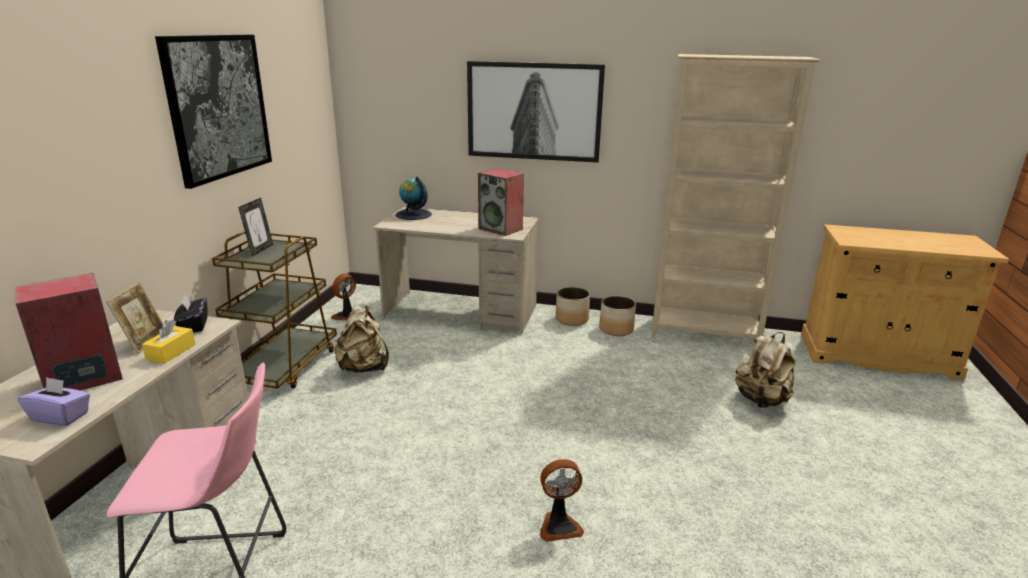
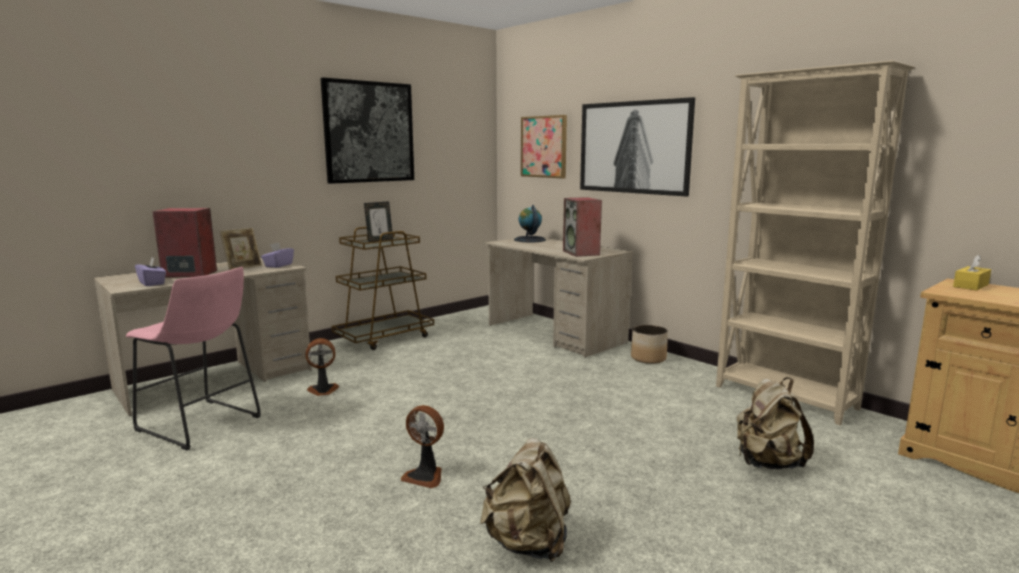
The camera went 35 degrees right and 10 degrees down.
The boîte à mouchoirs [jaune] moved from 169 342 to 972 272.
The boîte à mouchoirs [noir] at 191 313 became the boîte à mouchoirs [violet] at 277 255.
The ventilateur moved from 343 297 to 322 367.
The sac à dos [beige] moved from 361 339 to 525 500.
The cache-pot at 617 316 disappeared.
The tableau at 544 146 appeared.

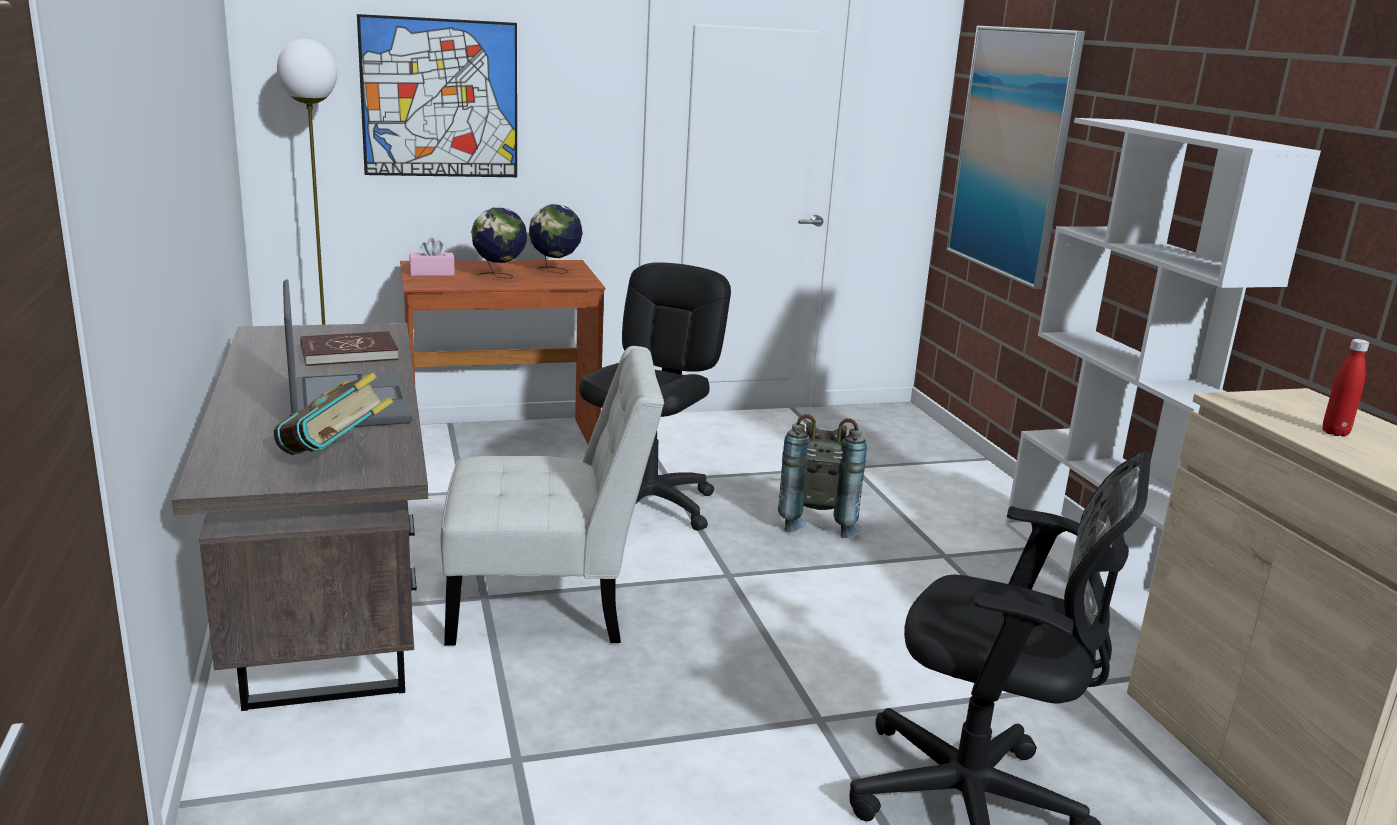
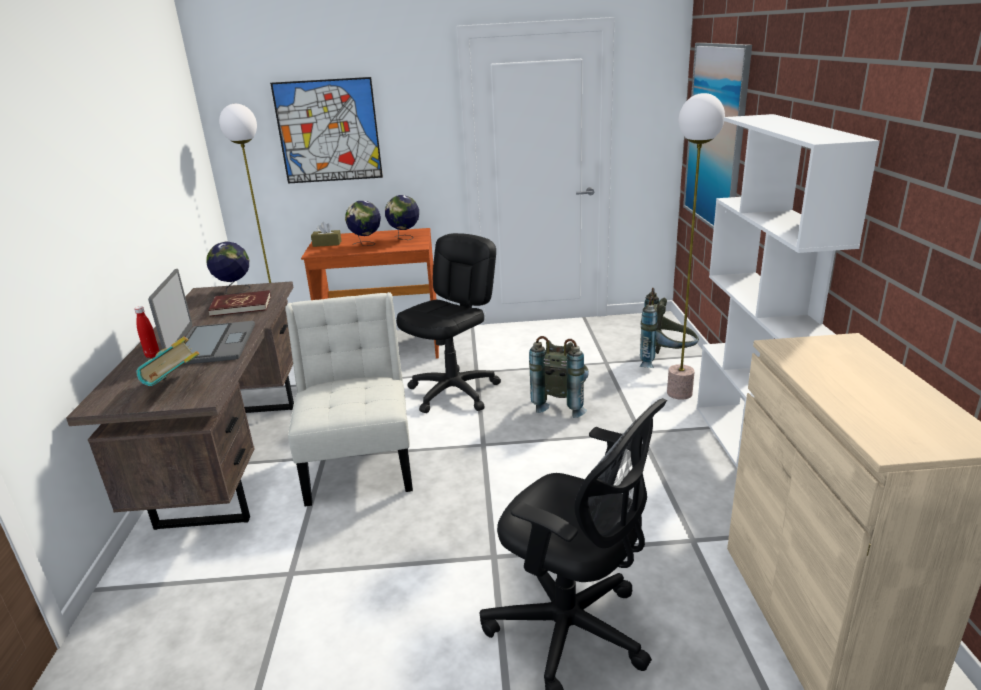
The camera went 15 degrees right and 5 degrees up.
The boîte à mouchoirs [rose] at 432 256 became the boîte à mouchoirs [marron] at 326 234.
The chaise [blanc] at 552 496 turned 105 degrees counterclockwise.
The bouteille [rouge] moved from 1346 388 to 146 332.
The globe at 228 268 appeared.
The sac à dos [gris] at 669 328 appeared.
The lampadaire at 696 246 appeared.

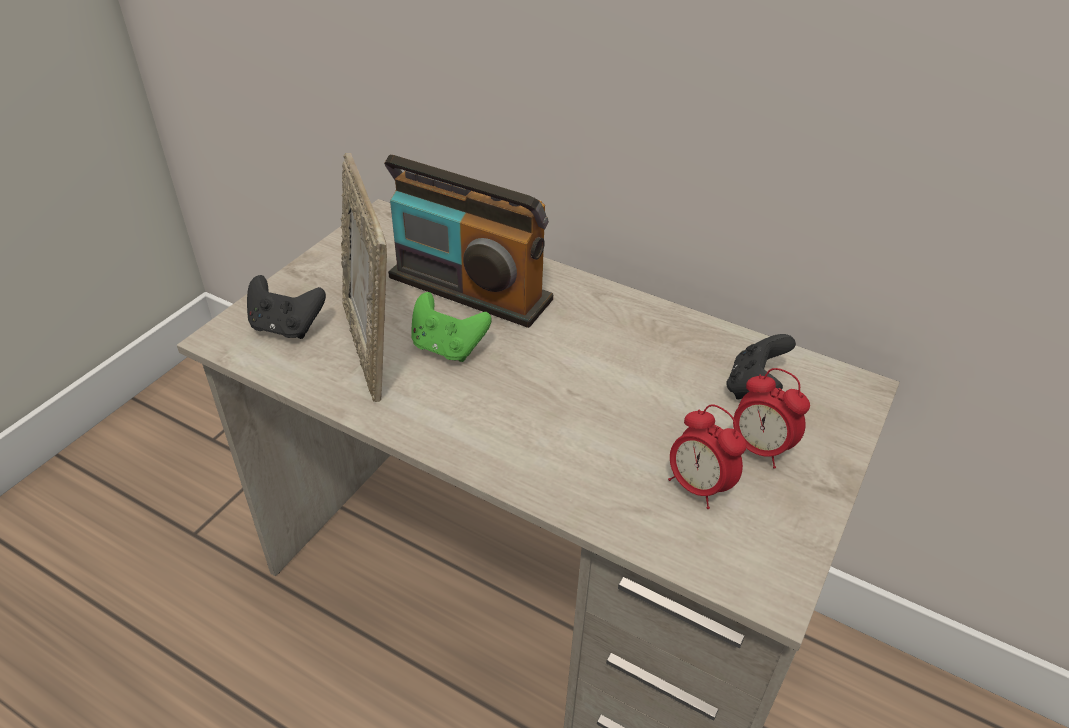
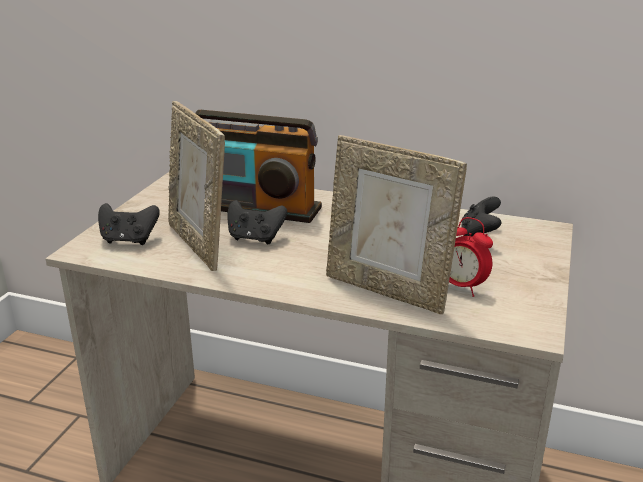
The camera went 10 degrees left and 15 degrees down.
The manette [vert] at 451 327 became the manette [noir] at 257 222.
The réveil at 771 418 disappeared.
The cadre photo at 396 224 appeared.

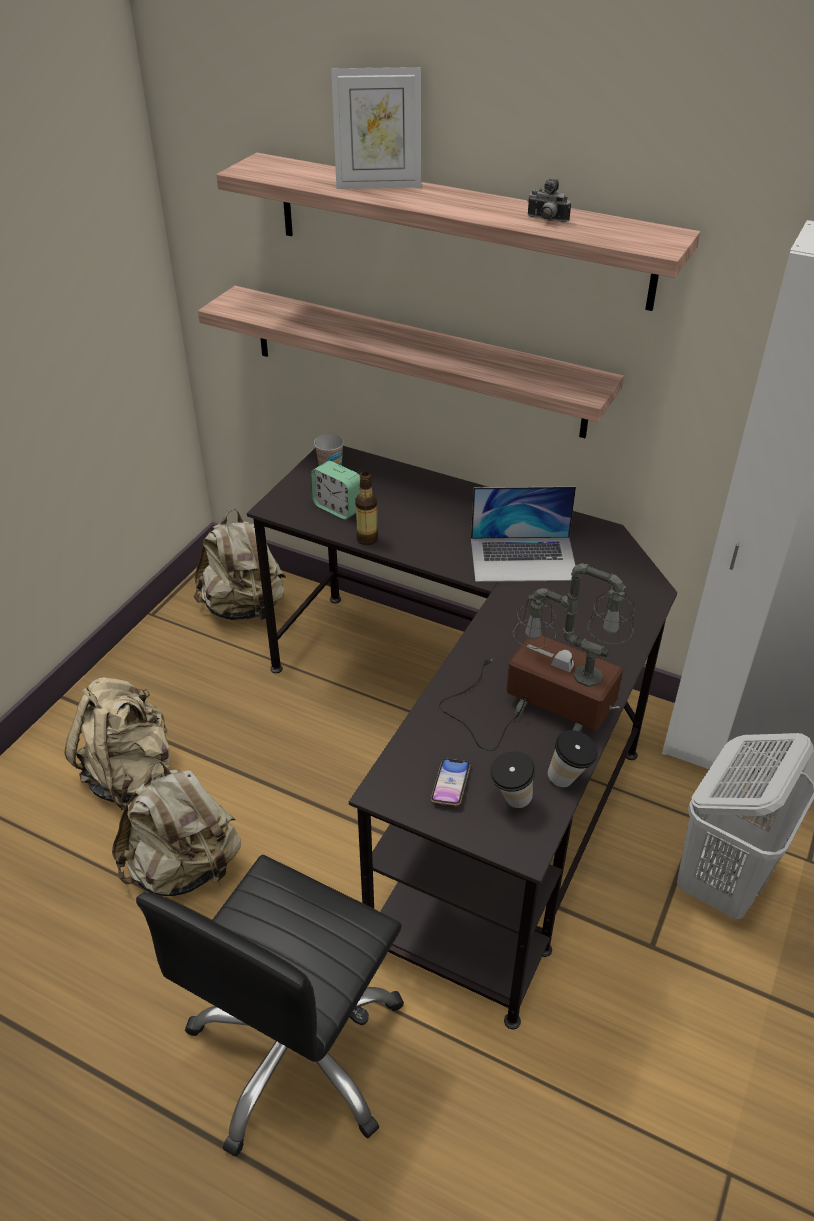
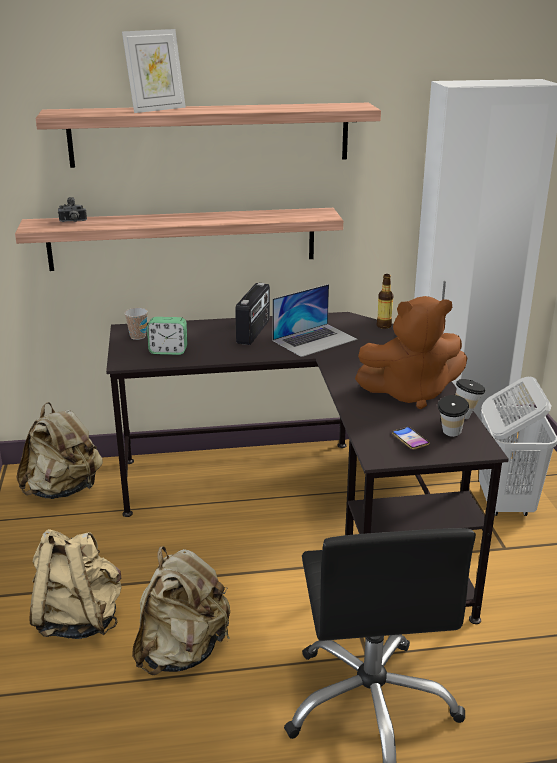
The camera went 35 degrees left and 15 degrees down.
The bouteille moved from 366 508 to 385 301.
The lampe de table at 537 657 was replaced by the peluche [marron] at 411 352.
The appareil photo moved from 549 200 to 72 209.
The radio at 252 314 appeared.

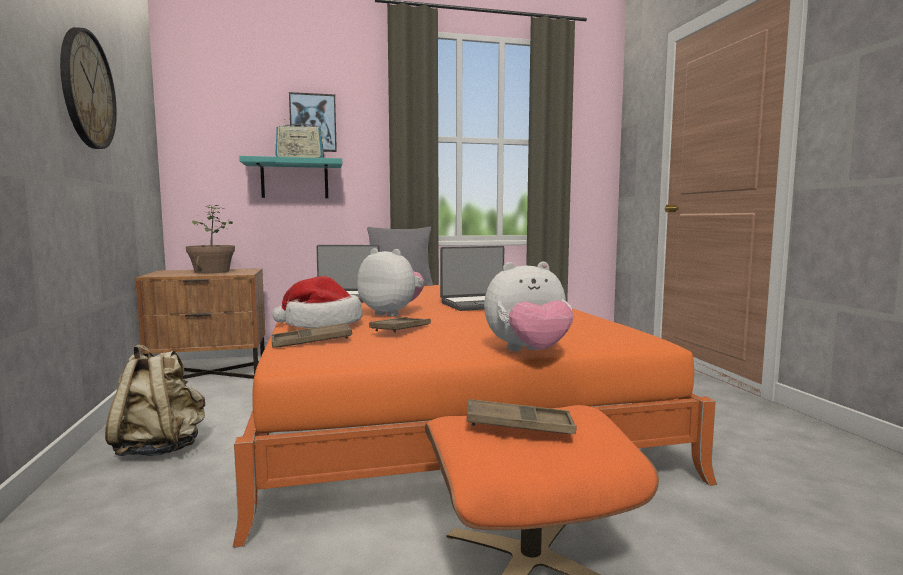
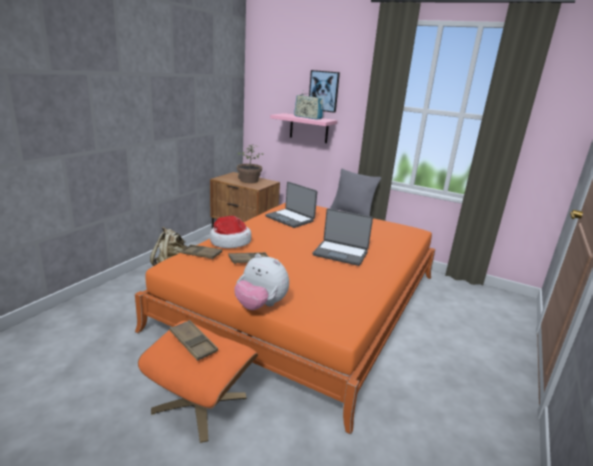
The camera went 40 degrees right and 15 degrees up.
The horloge murale at 88 88 disappeared.
The étagère [turquoise] at 290 177 became the étagère [rose] at 303 128.
The peluche at 391 282 disappeared.

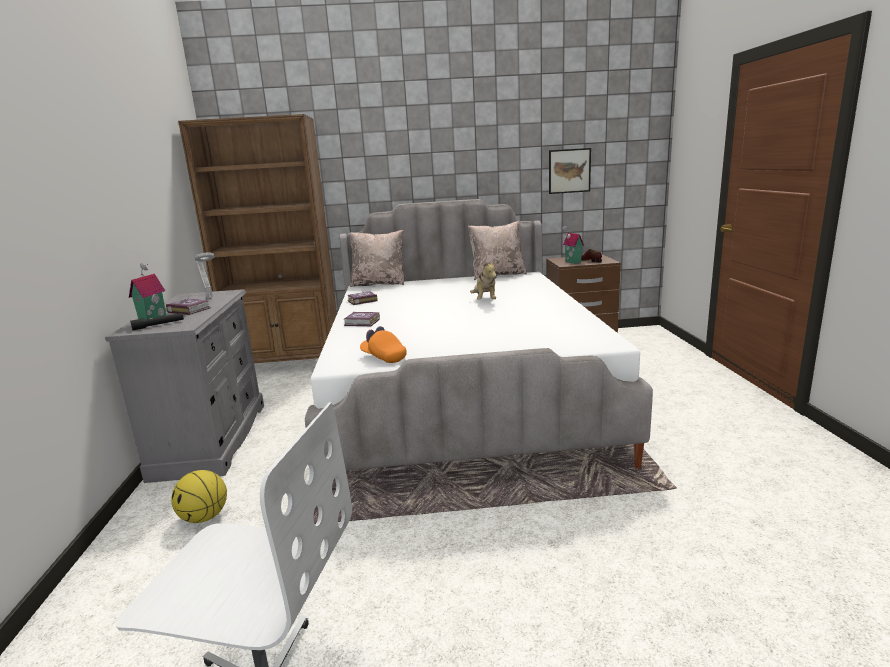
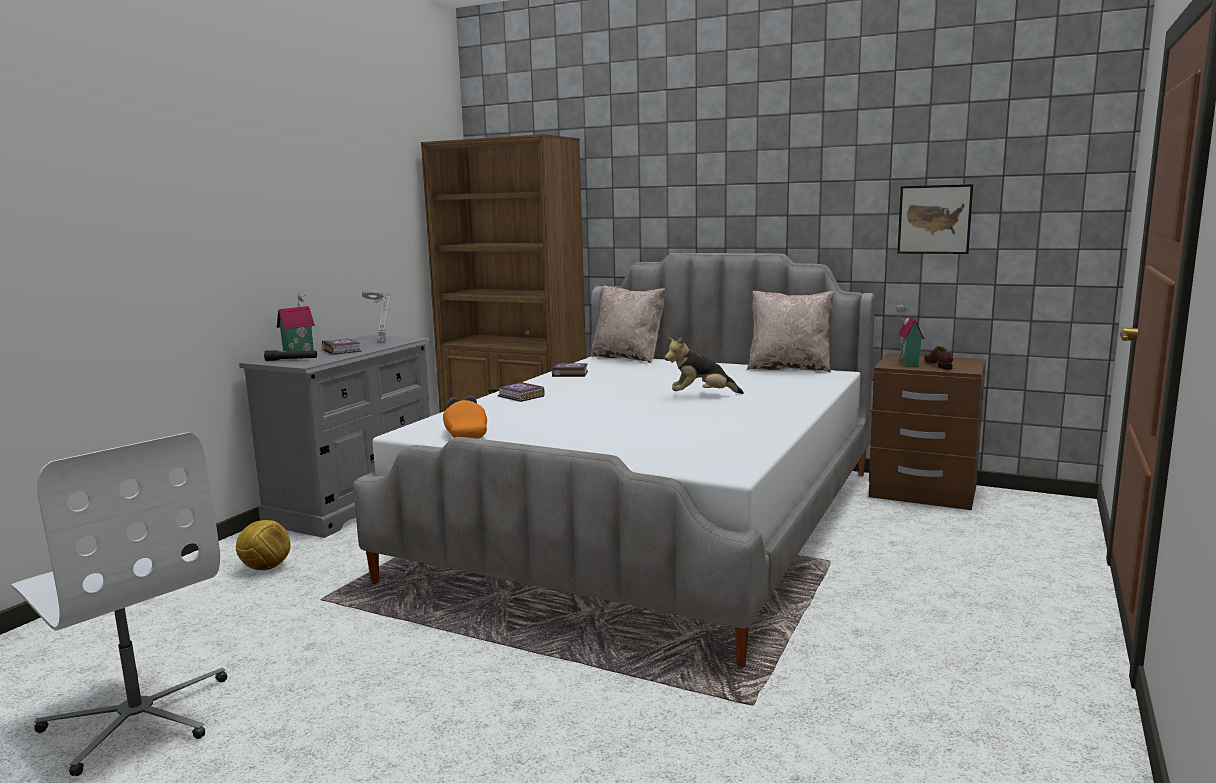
The camera went 30 degrees right and 5 degrees down.
The ballon de basket at 199 496 was replaced by the ballon de foot at 263 545.
The peluche at 483 280 turned 60 degrees clockwise.

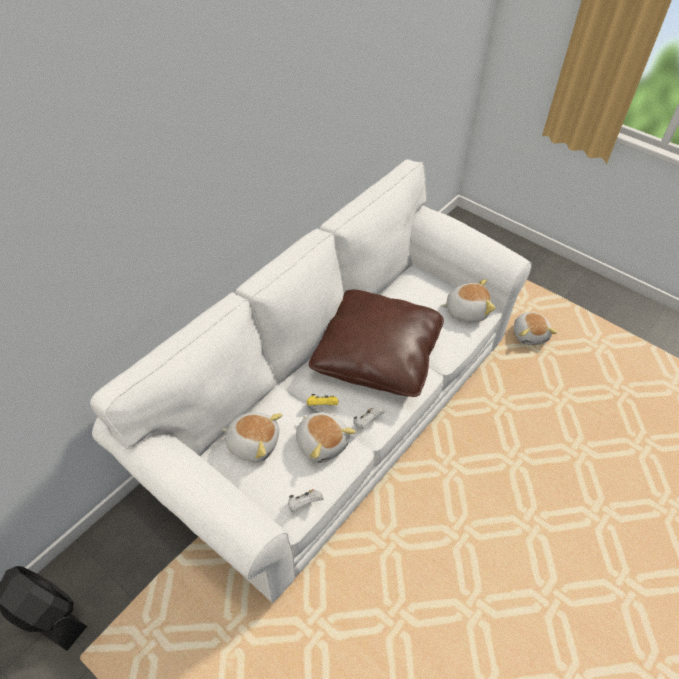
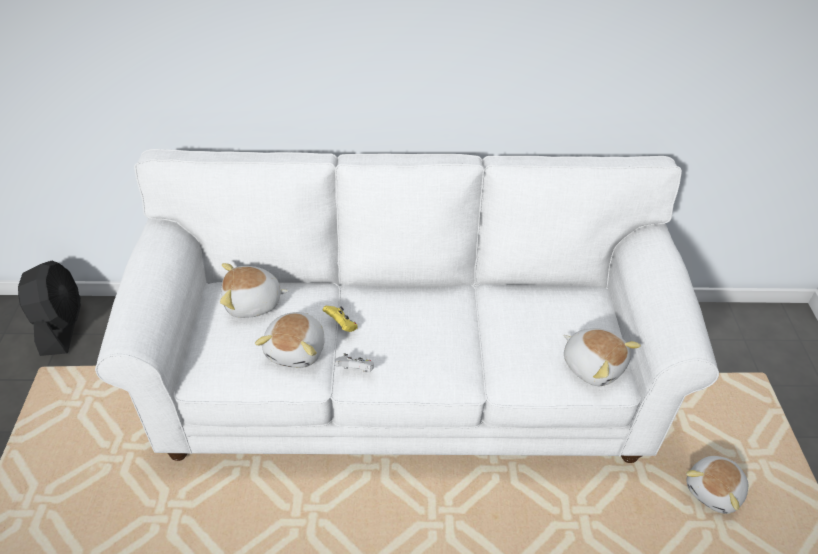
The camera went 50 degrees right and 5 degrees down.
The peluche at 252 437 turned 105 degrees clockwise.
The manette [blanc] at 305 500 disappeared.
The coussin [marron] at 376 343 disappeared.

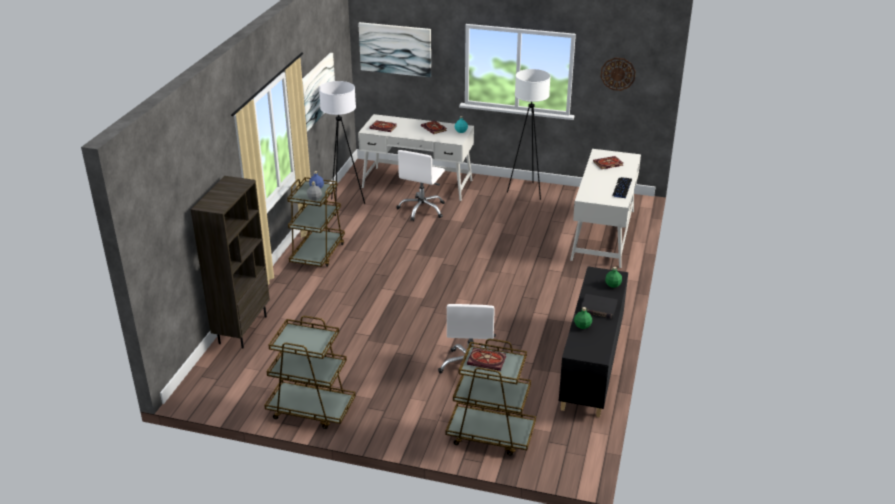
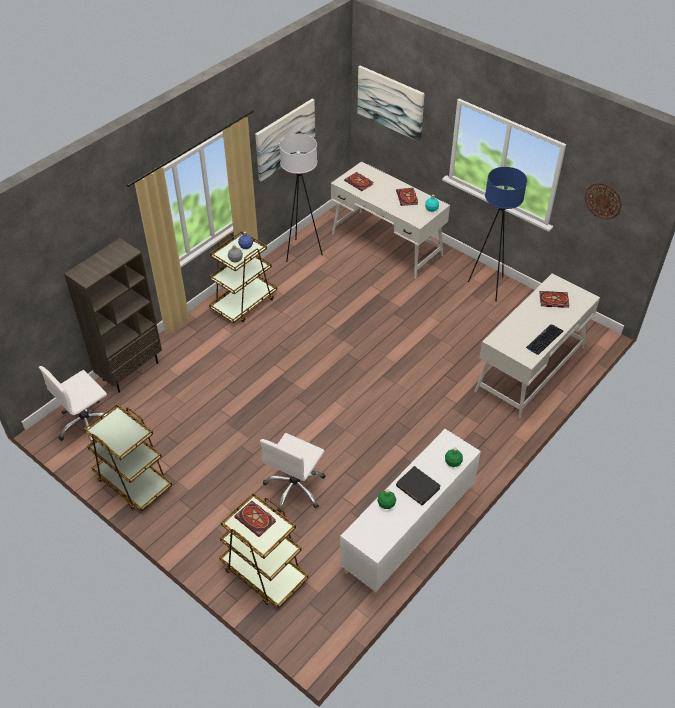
The camera went 25 degrees right and 15 degrees up.
The chaise de bureau [blanc] moved from 420 185 to 73 405.
The lampadaire [blanc] at 529 134 became the lampadaire [bleu] at 497 234.
The meuble de rangement [noir] at 593 341 became the meuble de rangement [blanc] at 410 512.

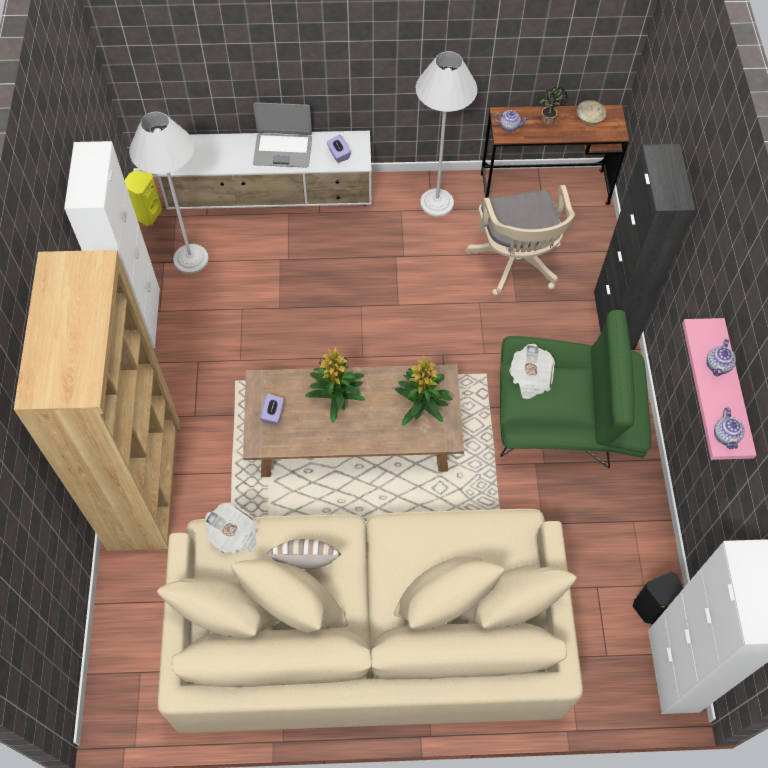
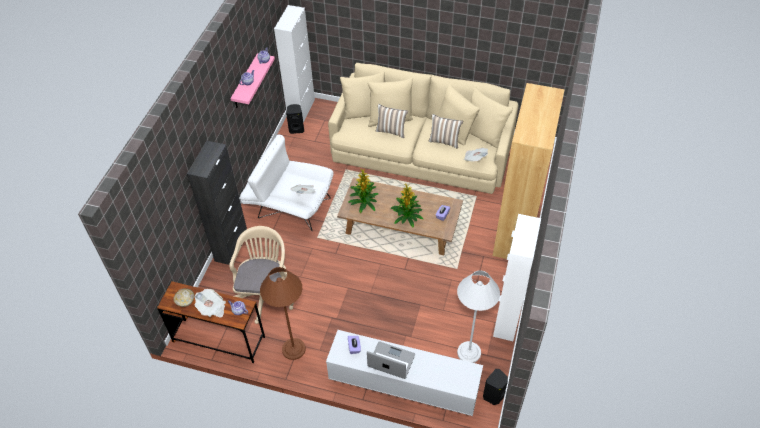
The camera went 160 degrees left and 10 degrees down.
The enceinte [jaune] at 143 198 became the enceinte [noir] at 495 387.
The lampadaire [blanc] at 446 134 became the lampadaire [marron] at 283 313.
The fauteuil [vert] at 575 389 became the fauteuil [blanc] at 286 182.
The plante en pot at 553 105 was replaced by the journal at 210 303.
The coussin at 392 121 appeared.

